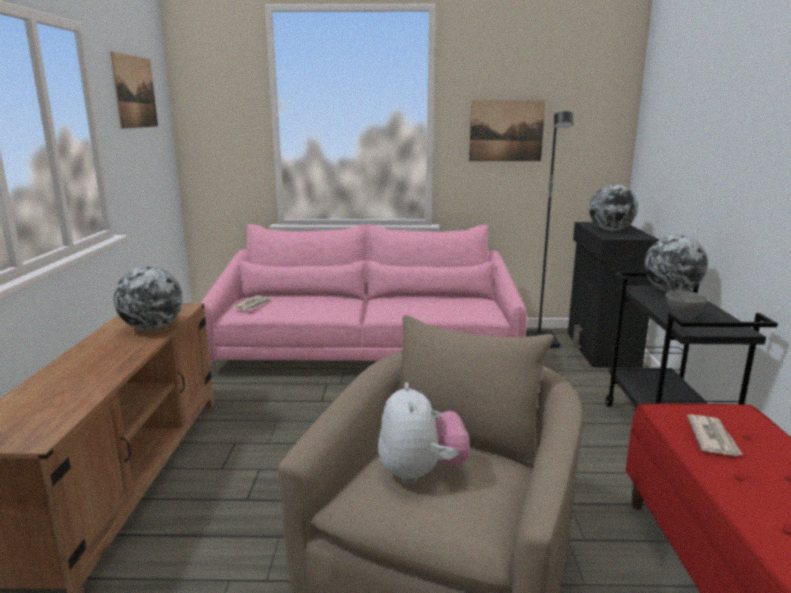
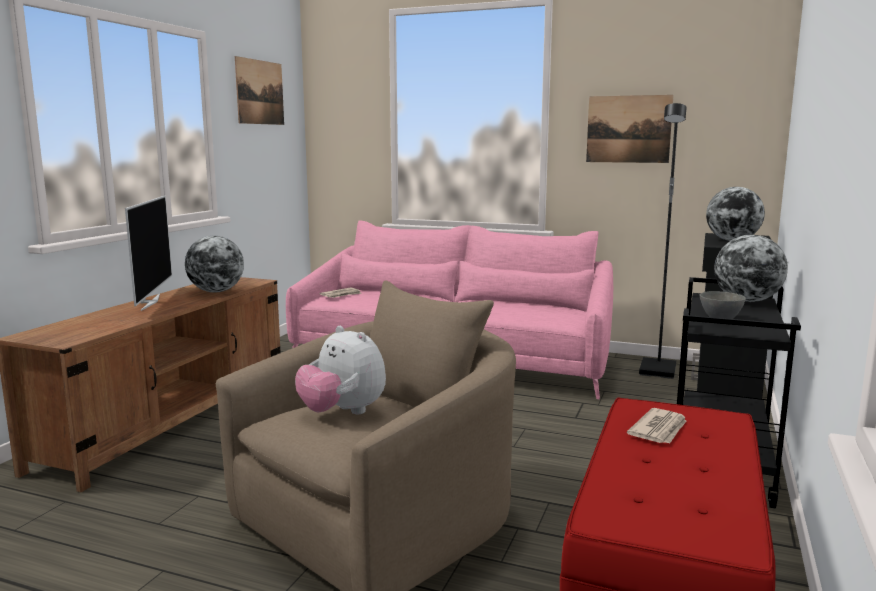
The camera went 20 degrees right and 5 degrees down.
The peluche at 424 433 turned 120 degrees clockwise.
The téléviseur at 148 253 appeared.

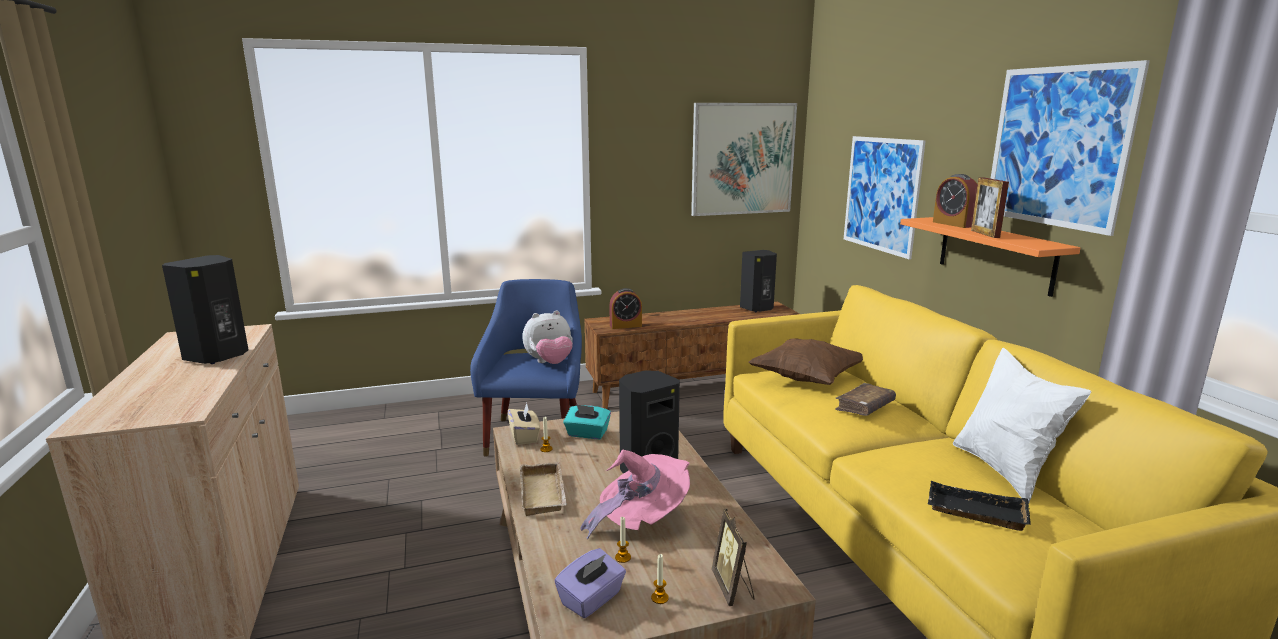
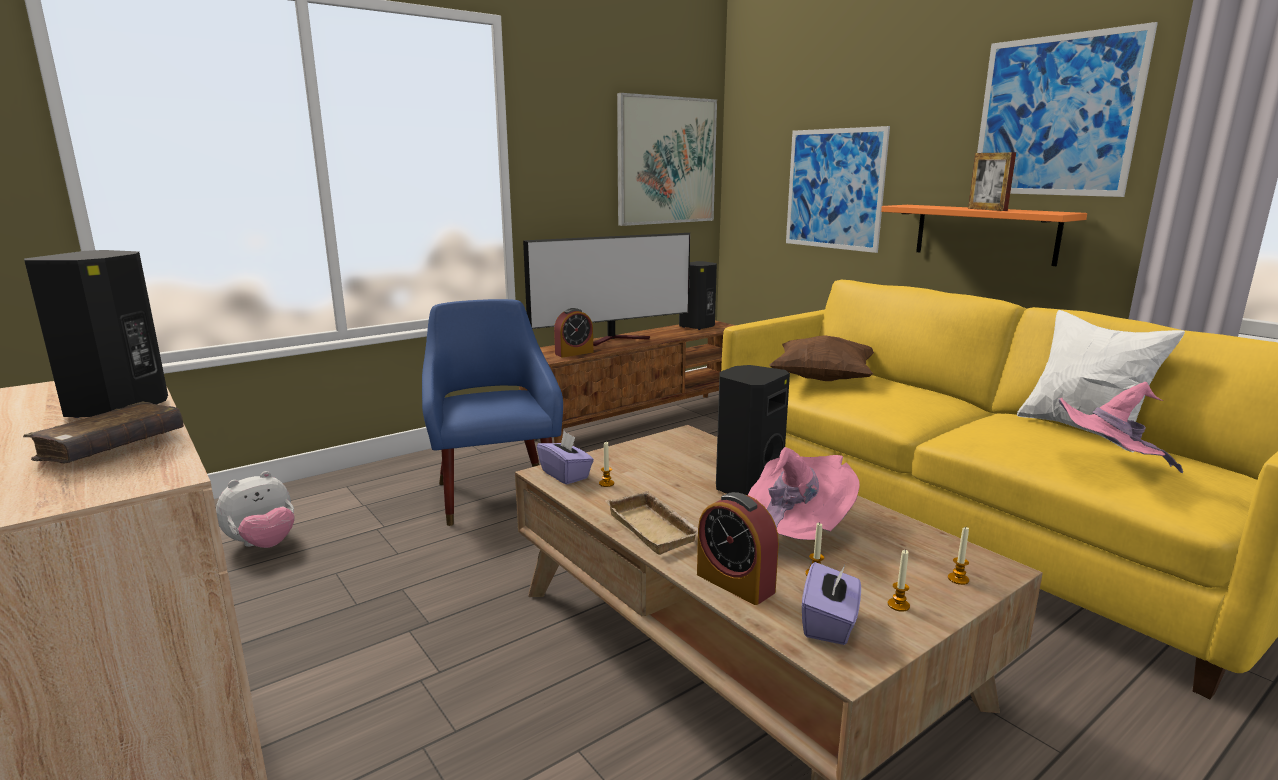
The camera went 20 degrees left and 0 degrees up.
The boîte à mouchoirs [beige] at 524 424 became the boîte à mouchoirs [violet] at 565 458.
The peluche moved from 547 337 to 255 509.
The boîte à mouchoirs [turquoise] at 587 422 disappeared.
The cadre photo at 733 557 was replaced by the bougie at 958 556.
The livre [marron] moved from 865 399 to 103 432.
The plateau [noir] at 979 506 was replaced by the chapeau [rose] at 1121 427.
The réveil moved from 955 201 to 738 548.
The téléviseur at 606 289 appeared.

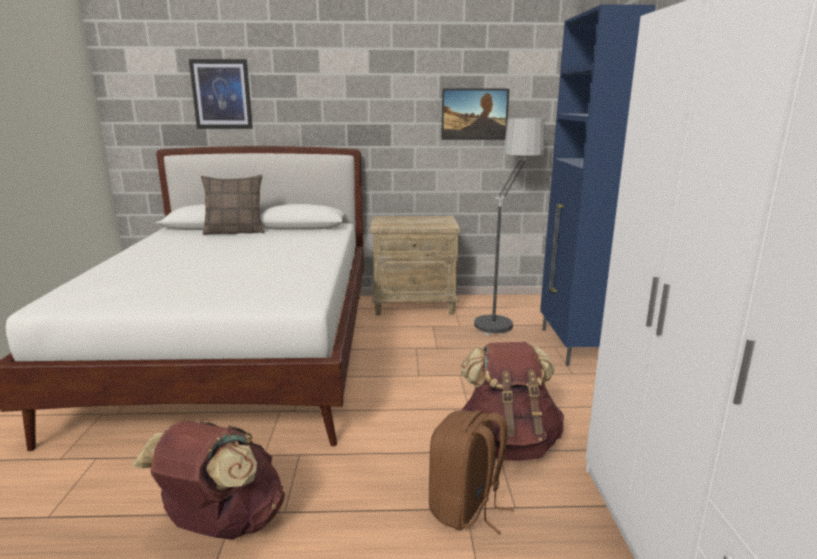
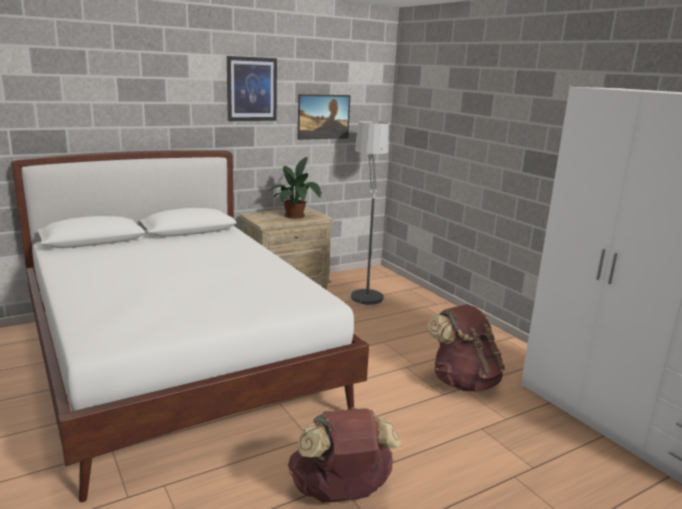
The camera went 30 degrees left and 0 degrees up.
The tableau moved from 221 94 to 252 88.
The coussin at 233 205 disappeared.
The sac à dos [marron] at 471 472 disappeared.
The meuble de rangement [bleu] at 597 185 disappeared.
The plante en pot at 294 188 appeared.

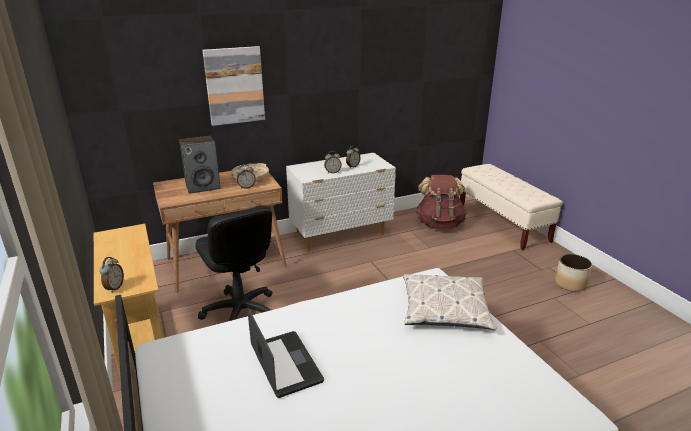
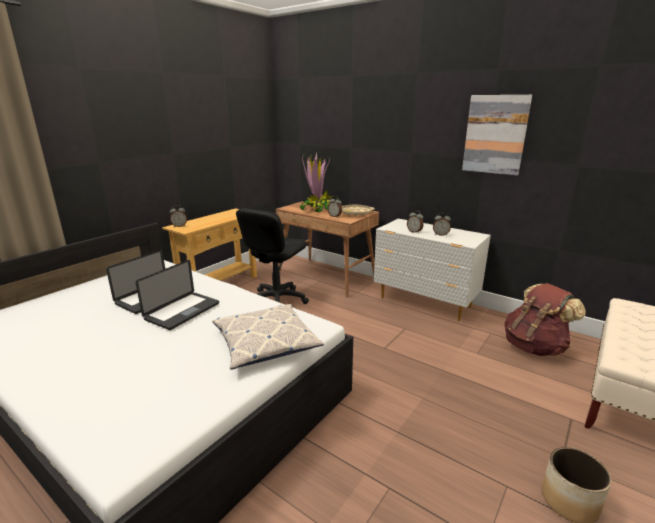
The camera went 60 degrees right and 5 degrees down.
The enceinte at 200 165 was replaced by the plante en pot at 318 182.
The tableau moved from 233 86 to 497 135.
The ordinateur portable at 177 295 appeared.

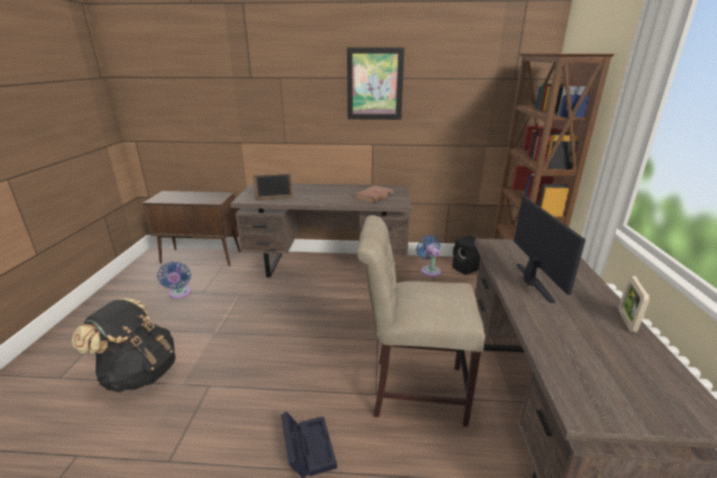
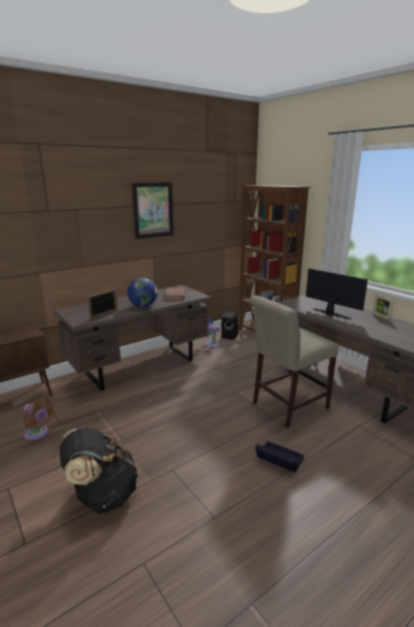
The camera went 40 degrees left and 5 degrees down.
The ventilateur [bleu] at 174 280 became the ventilateur [marron] at 38 419.
The globe at 142 292 appeared.

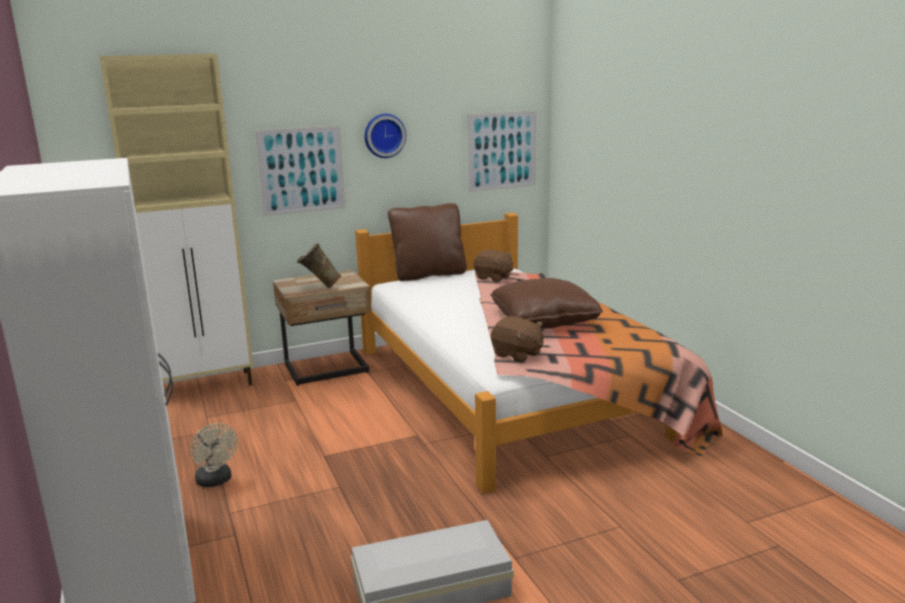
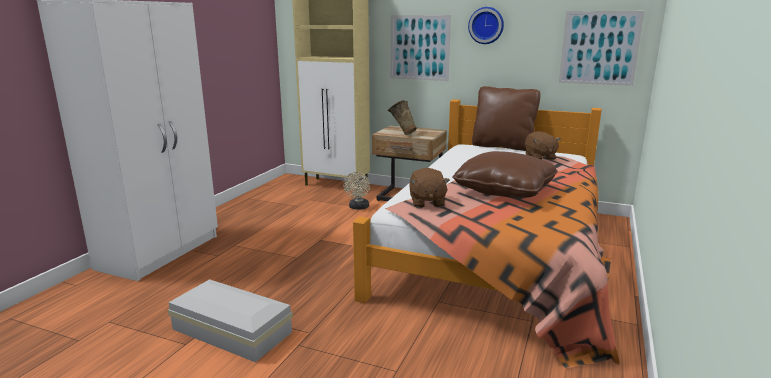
The camera went 45 degrees right and 0 degrees up.
The ventilateur [beige] moved from 214 455 to 356 191.

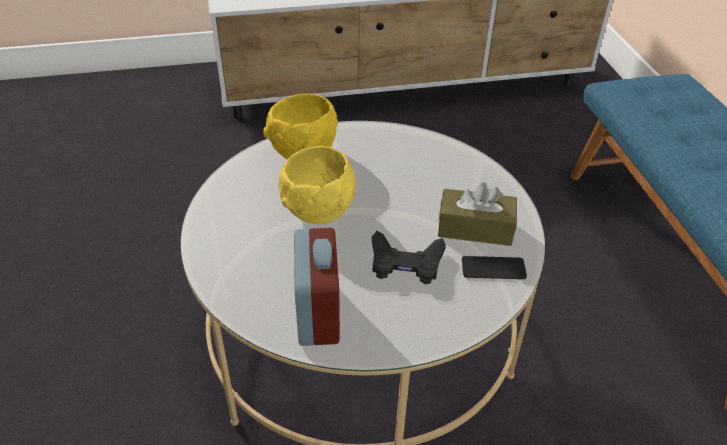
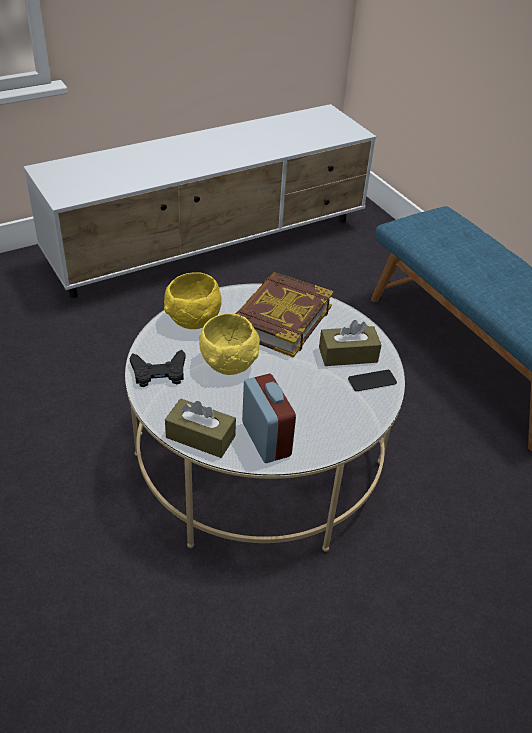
The camera went 20 degrees left and 0 degrees up.
The manette [noir] moved from 409 257 to 157 368.
The boîte à mouchoirs [marron] at 200 428 appeared.
The livre at 284 315 appeared.

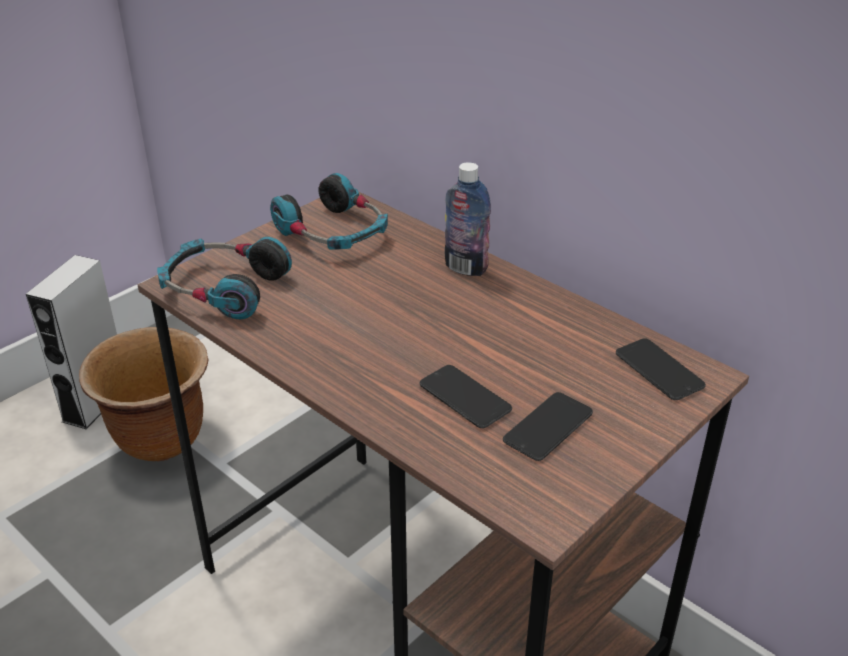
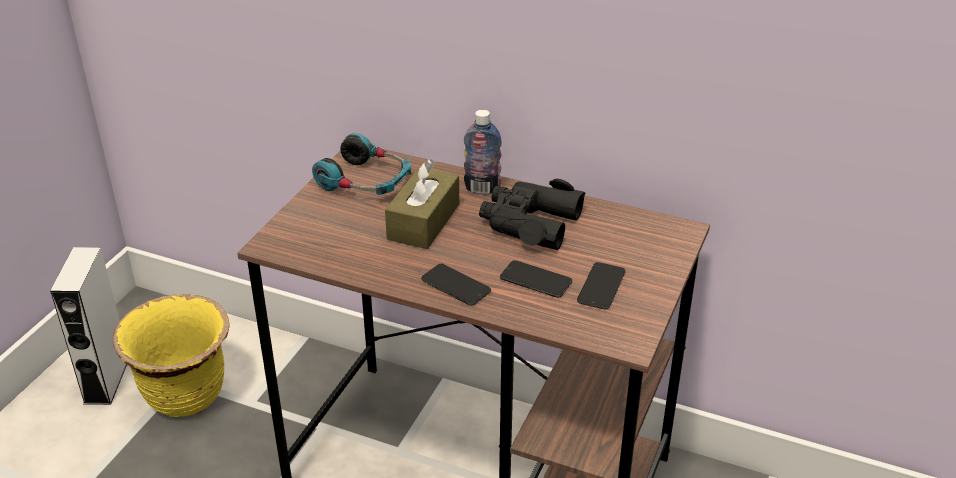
The camera went 20 degrees left and 0 degrees up.
The cache-pot [marron] at 143 394 became the cache-pot [jaune] at 171 355.
The casque audio at 224 278 disappeared.
The téléphone moved from 661 369 to 456 285.
The boîte à mouchoirs [marron] at 422 204 appeared.
The jumelles [noir] at 532 214 appeared.

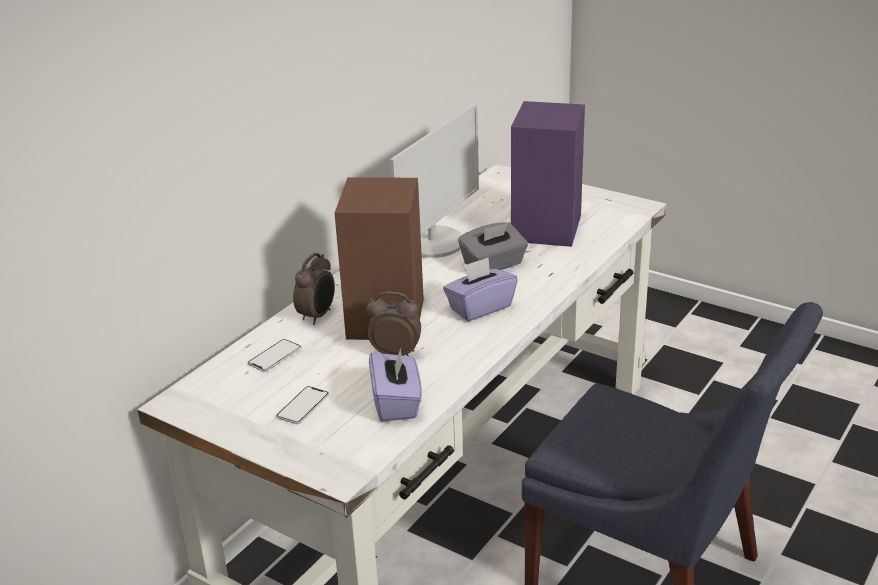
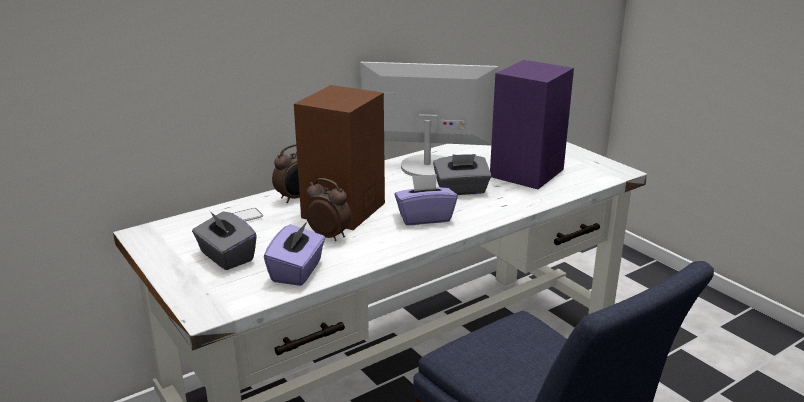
The camera went 20 degrees right and 5 degrees down.
The téléphone at 302 405 was replaced by the boîte à mouchoirs [gris] at 224 240.
The écran d'ordinateur at 434 180 turned 135 degrees counterclockwise.

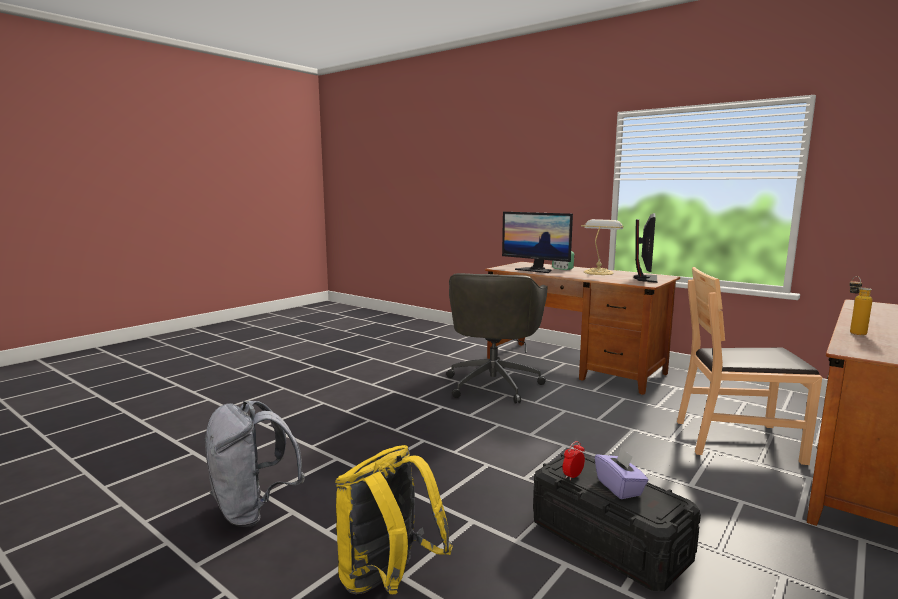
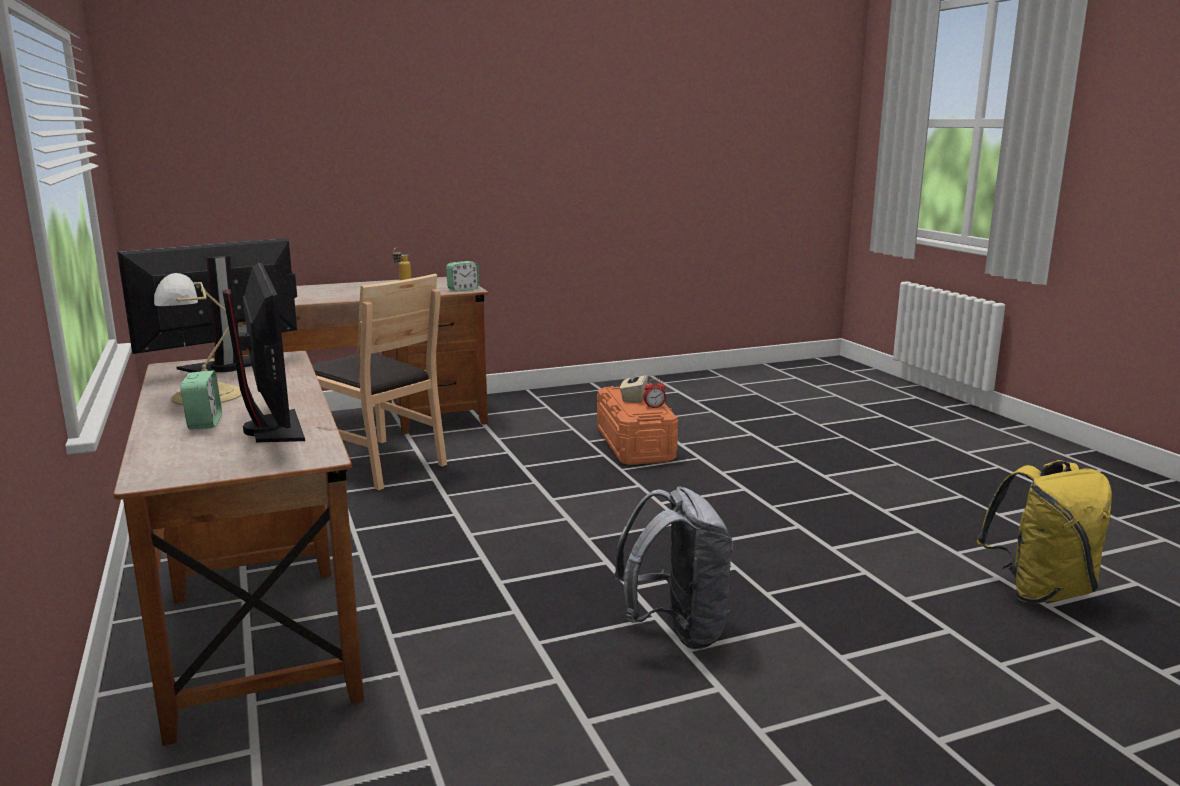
The camera went 150 degrees left and 5 degrees up.
The sac à dos [gris] moved from 255 464 to 673 567.
The sac à dos [jaune] moved from 394 519 to 1044 531.
The chaise de bureau [gris] at 497 338 disappeared.
The boîte de rangement [noir] at 617 522 became the boîte de rangement [orange] at 637 425.
The boîte à mouchoirs [violet] at 622 473 became the boîte à mouchoirs [beige] at 634 386.
The réveil at 462 276 appeared.

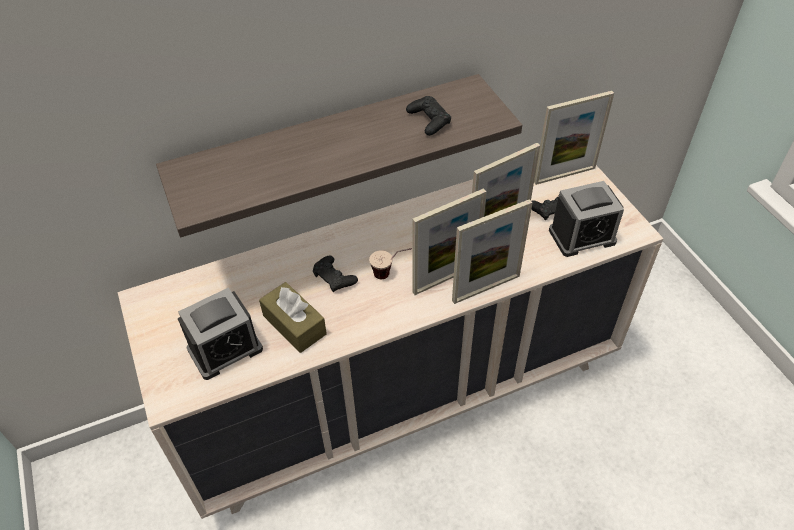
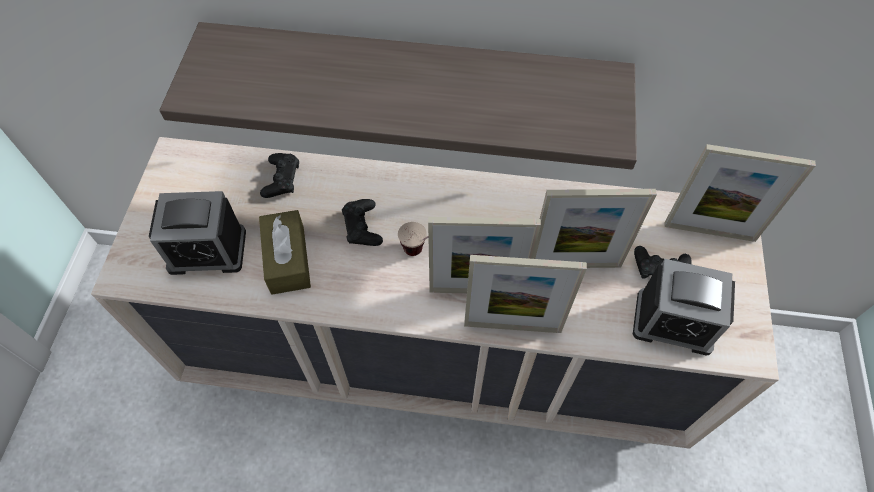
The camera went 30 degrees right and 10 degrees up.
The manette [noir] moved from 428 116 to 279 175.

